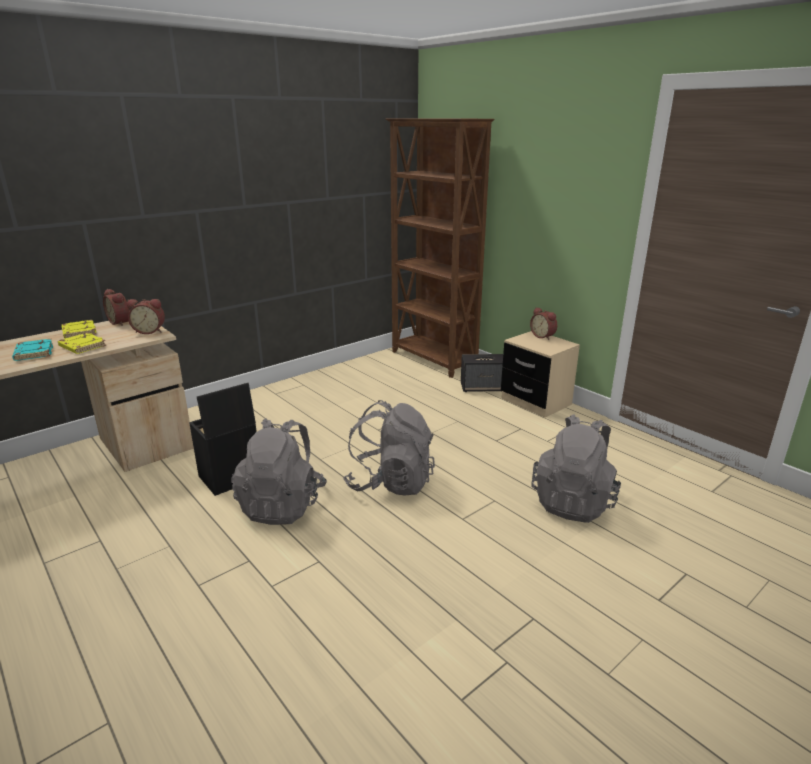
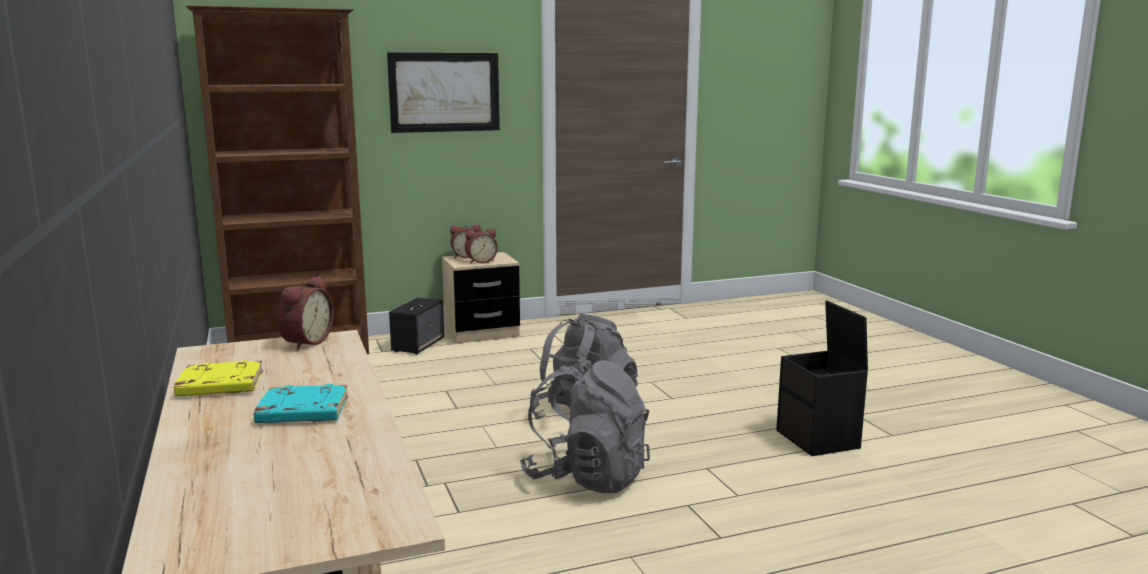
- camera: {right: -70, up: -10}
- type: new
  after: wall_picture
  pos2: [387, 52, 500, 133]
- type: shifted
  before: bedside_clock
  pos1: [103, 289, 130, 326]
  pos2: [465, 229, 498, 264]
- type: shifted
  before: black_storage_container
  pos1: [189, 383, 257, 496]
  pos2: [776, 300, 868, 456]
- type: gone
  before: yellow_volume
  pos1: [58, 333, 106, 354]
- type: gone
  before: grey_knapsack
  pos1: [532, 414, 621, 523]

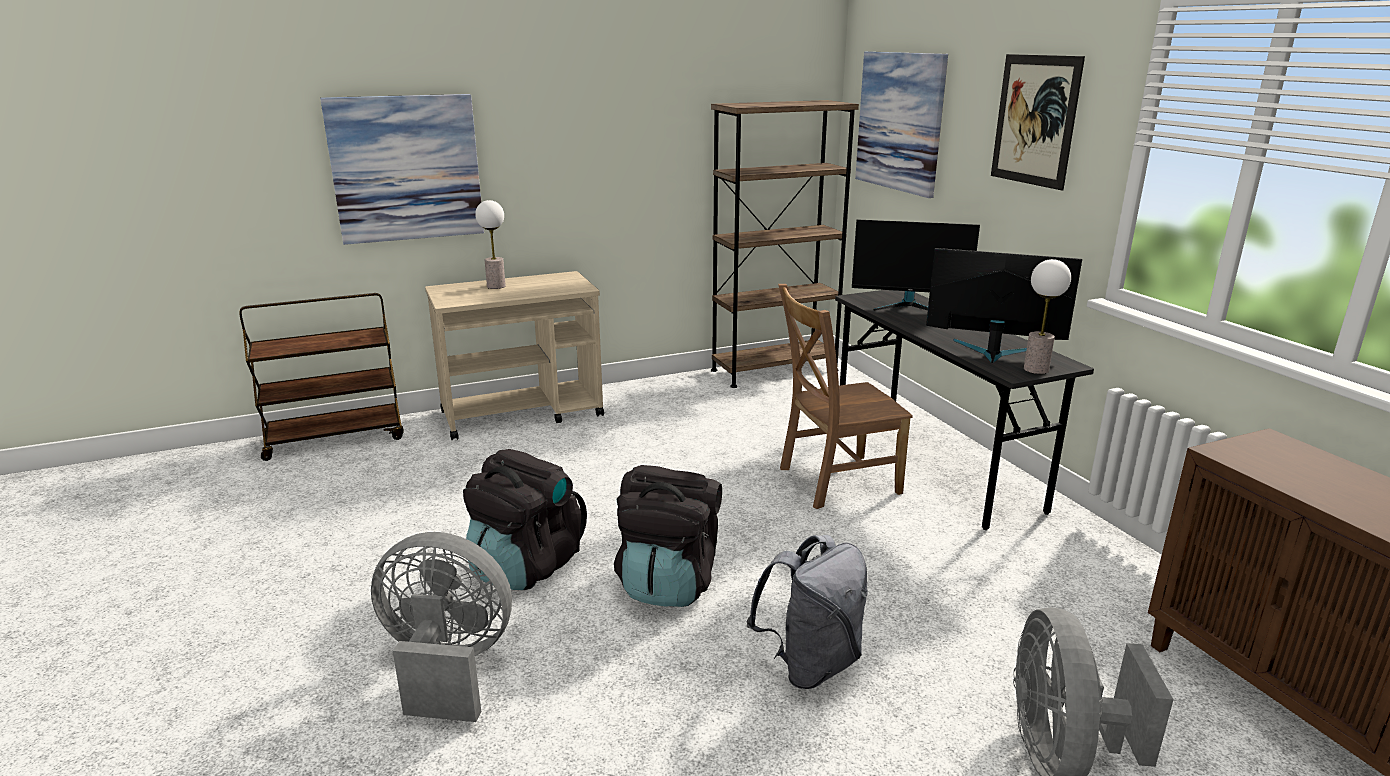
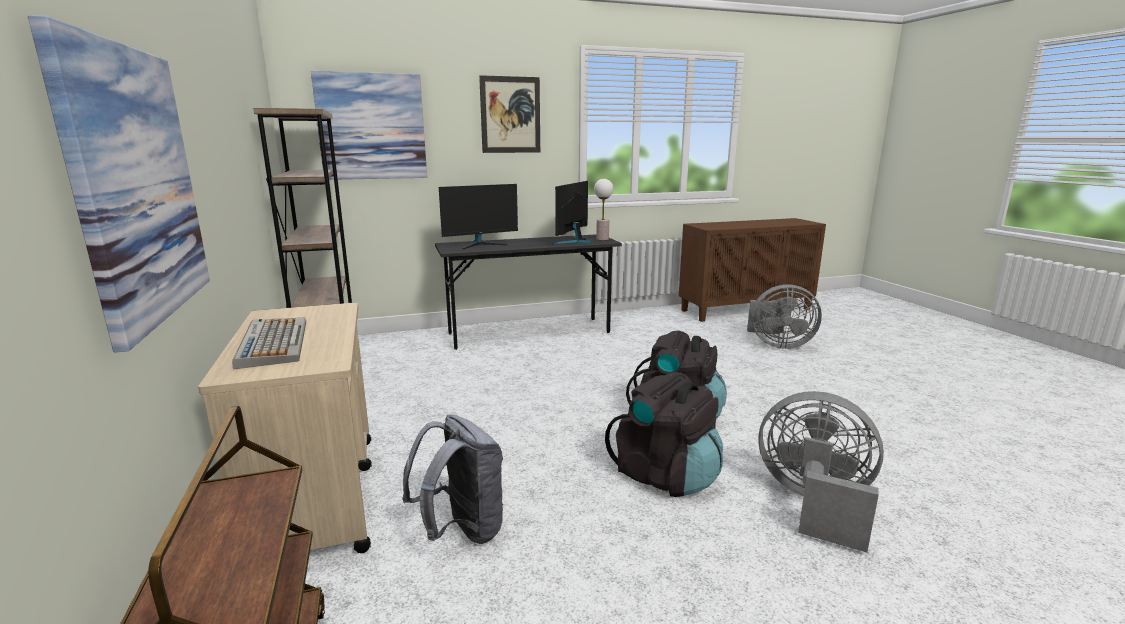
- camera: {right: -85, up: -5}
- type: swapped
  before: lamp_for_a_table
  after: PC_keyboard
  pos1: [475, 200, 506, 289]
  pos2: [232, 318, 306, 369]
- type: shifted
  before: grey_knapsack
  pos1: [746, 535, 868, 689]
  pos2: [402, 414, 503, 544]
- type: rotated
  before: computer_screen
  pos1: [852, 220, 980, 311]
  pos2: [439, 184, 518, 249]
  turn: 45
- type: rotated
  before: grey_cooling_fan
  pos1: [371, 532, 512, 722]
  pos2: [759, 391, 884, 553]
  turn: 105
- type: gone
  before: brownish_plain_chair
  pos1: [778, 284, 913, 509]

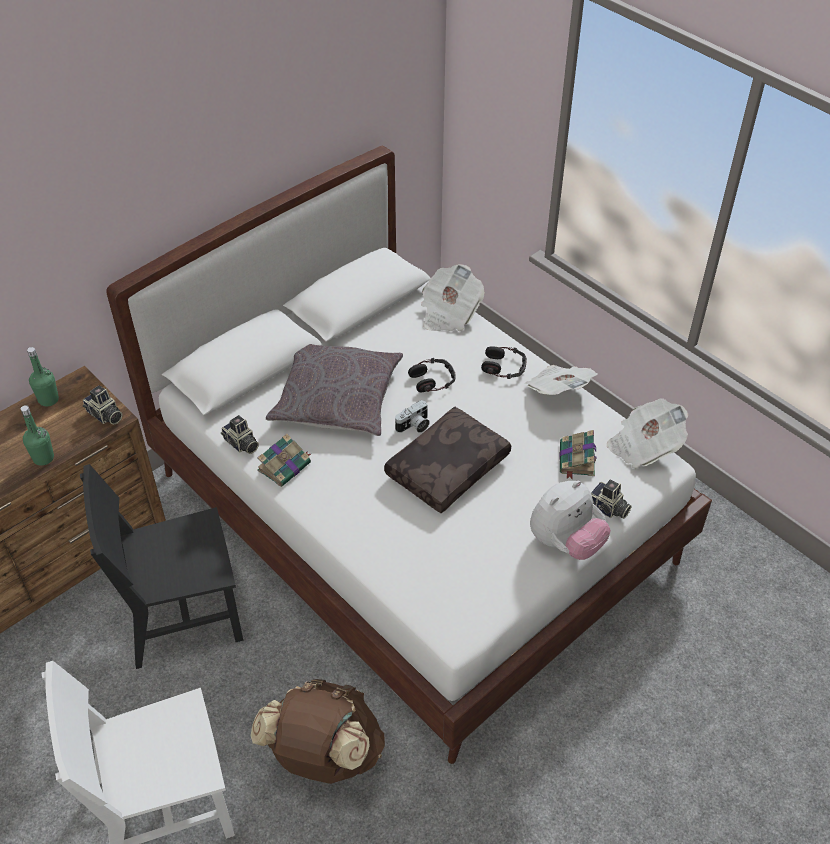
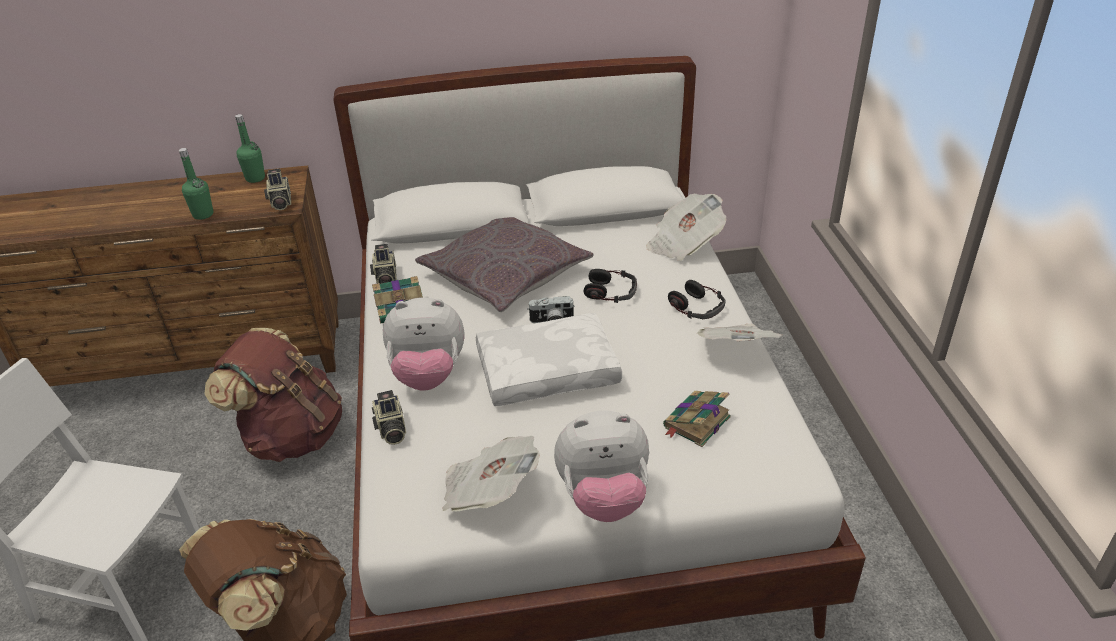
- camera: {right: 35, up: -10}
- type: swapped
  before: black_plain_chair
  after: brownish_knapsack
  pos1: [80, 464, 244, 669]
  pos2: [205, 328, 342, 462]
- type: shifted
  before: photo_camera
  pos1: [591, 480, 632, 519]
  pos2: [372, 390, 406, 445]
- type: new
  after: cuddly_toy
  pos2: [383, 298, 464, 391]
- type: shifted
  before: daily_paper
  pos1: [607, 399, 689, 469]
  pos2: [442, 436, 540, 512]
- type: repainted
  before: brownish_pillow
  after: white_pillow
  pos1: [384, 407, 511, 513]
  pos2: [476, 313, 622, 406]

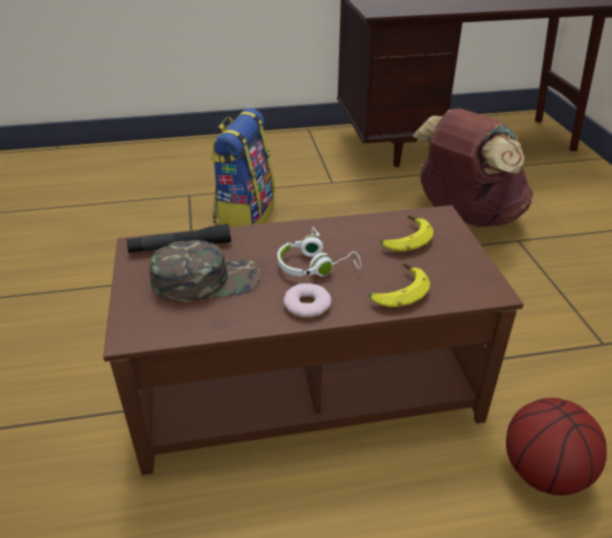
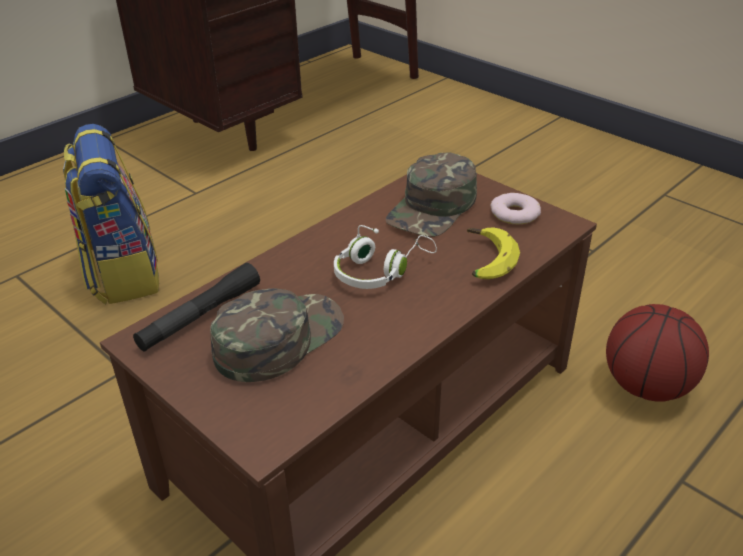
- camera: {right: -35, up: 0}
- type: swapped
  before: banana
  after: greenish_cap
  pos1: [381, 215, 434, 252]
  pos2: [386, 153, 477, 237]
- type: shifted
  before: ring_doughnut
  pos1: [283, 283, 332, 318]
  pos2: [490, 193, 541, 224]
- type: gone
  before: brownish_knapsack
  pos1: [412, 108, 533, 227]

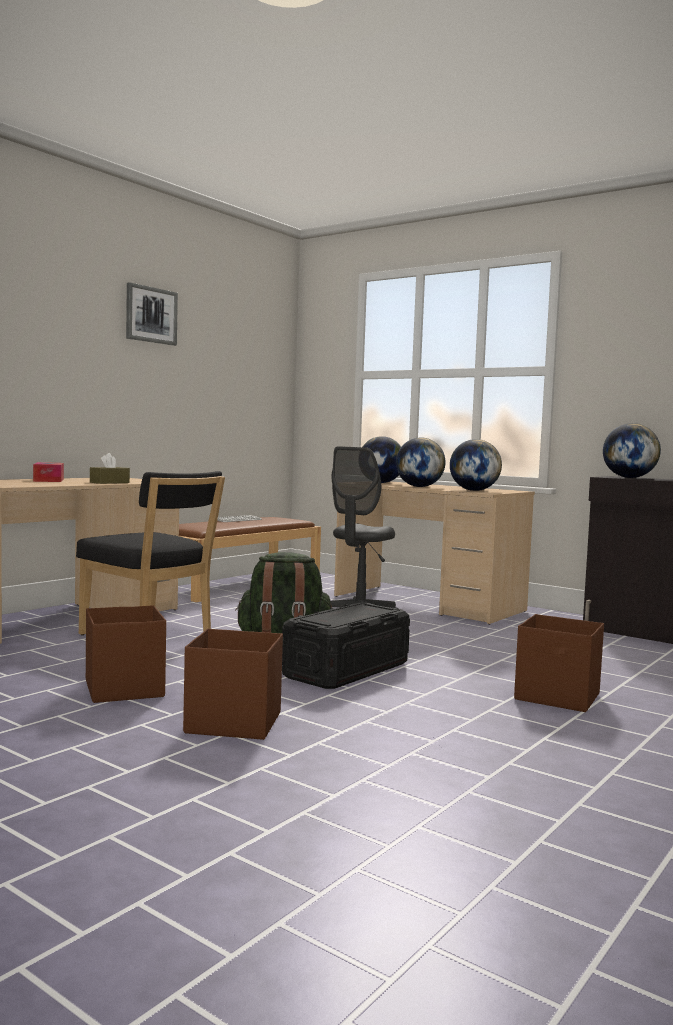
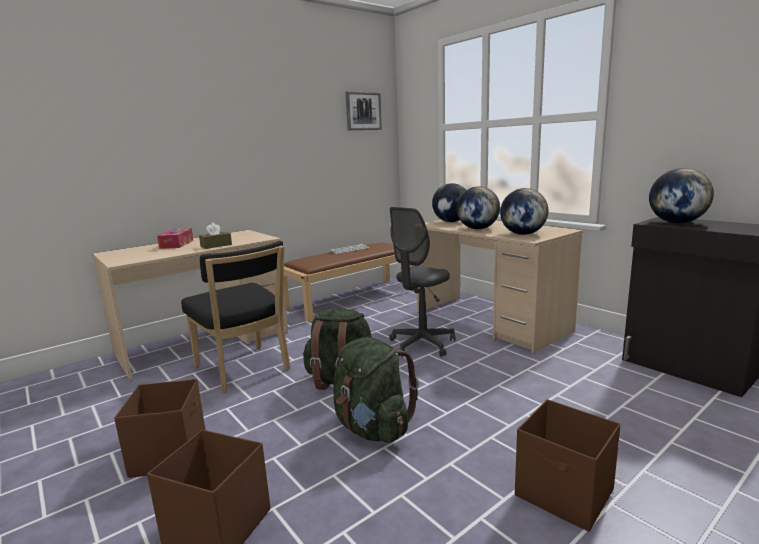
- camera: {right: 15, up: 10}
- type: swapped
  before: black_storage_container
  after: greenish_knapsack
  pos1: [282, 603, 410, 689]
  pos2: [333, 337, 419, 443]
- type: shifted
  before: wall_picture
  pos1: [126, 282, 178, 346]
  pos2: [345, 91, 382, 130]

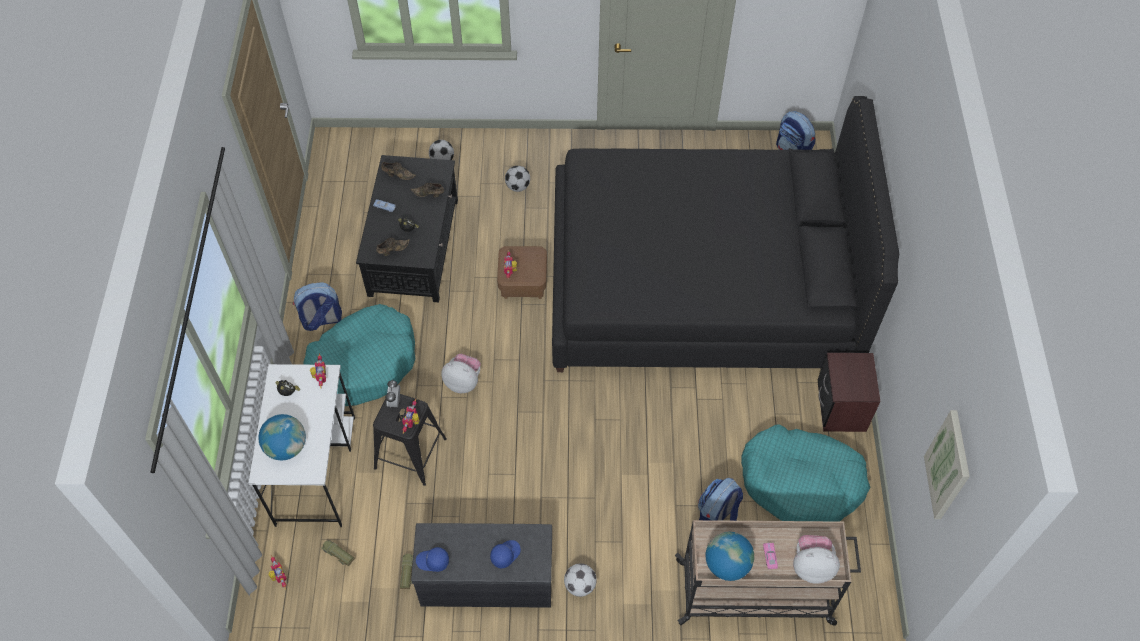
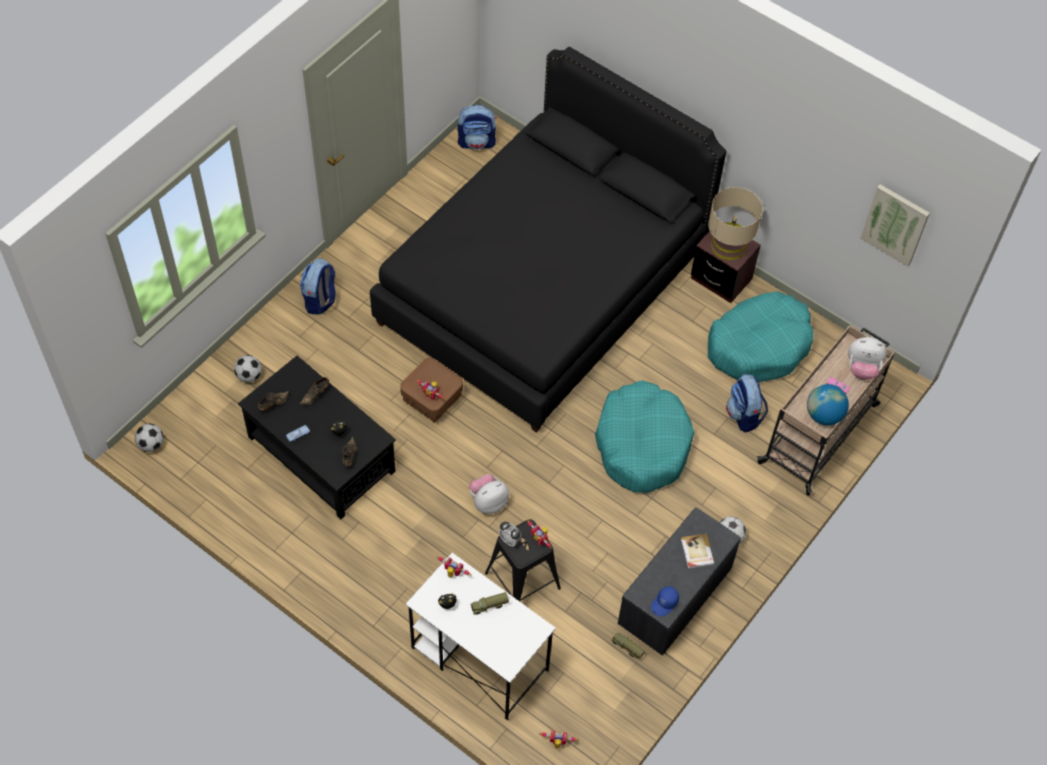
- camera: {right: -55, up: 0}
- type: shifted
  before: football_ball
  pos1: [505, 166, 530, 192]
  pos2: [135, 424, 164, 452]
- type: shifted
  before: knapsack
  pos1: [293, 282, 342, 331]
  pos2: [300, 258, 336, 315]
- type: shifted
  before: model_truck
  pos1: [321, 540, 355, 566]
  pos2: [470, 592, 509, 615]
- type: shifted
  before: turquoise-coloured_dog_cushion
  pos1: [303, 304, 415, 406]
  pos2: [595, 380, 694, 493]
- type: swapped
  before: bluish_cap
  after: volume
  pos1: [490, 540, 521, 568]
  pos2: [681, 534, 715, 569]
- type: new
  after: beige_lamp_for_a_table
  pos2: [708, 187, 763, 260]
- type: rotated
  before: cuddly_toy
  pos1: [793, 535, 840, 584]
  pos2: [848, 337, 887, 380]
  turn: -120
- type: gone
  before: desk_globe
  pos1: [258, 414, 306, 461]

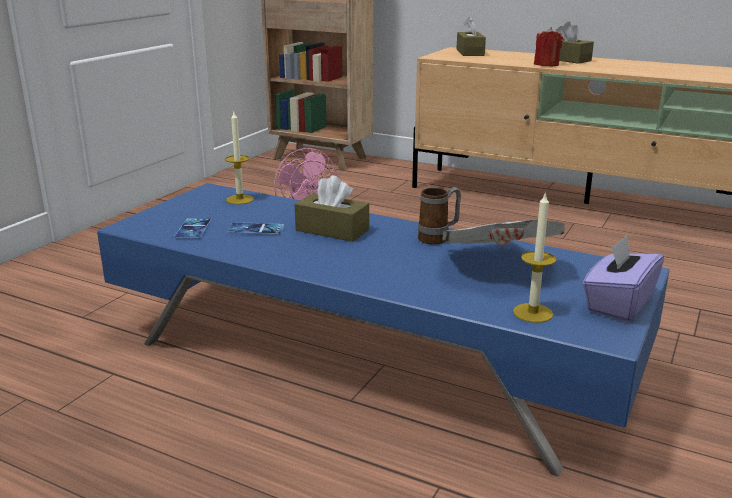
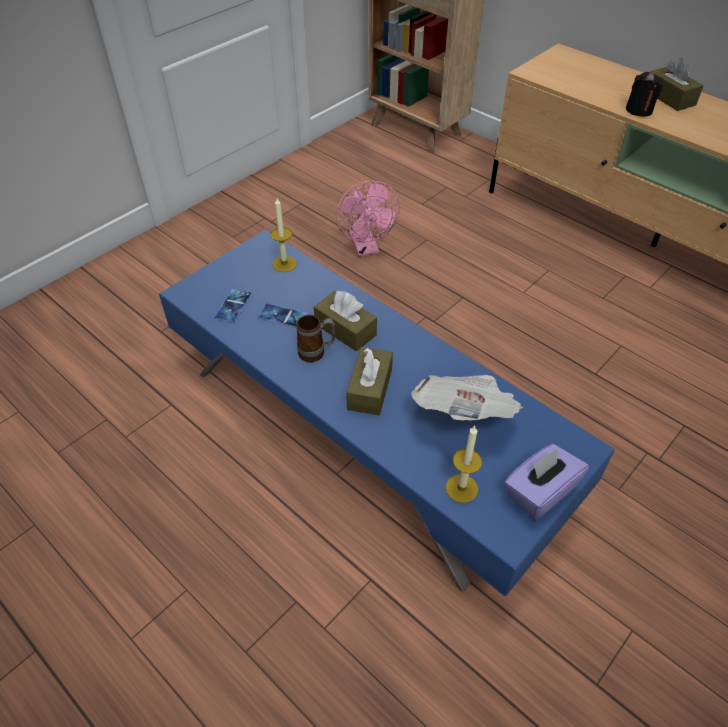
- camera: {right: 15, up: 25}
- type: shifted
  before: mug
  pos1: [418, 187, 461, 245]
  pos2: [296, 315, 335, 362]
- type: shifted
  before: brownish_box_of_tissues
  pos1: [456, 16, 486, 56]
  pos2: [346, 347, 393, 415]
- type: repainted
  before: red-coloured_wax_candle
  after: black_wax_candle
  pos1: [534, 27, 563, 66]
  pos2: [626, 72, 664, 117]

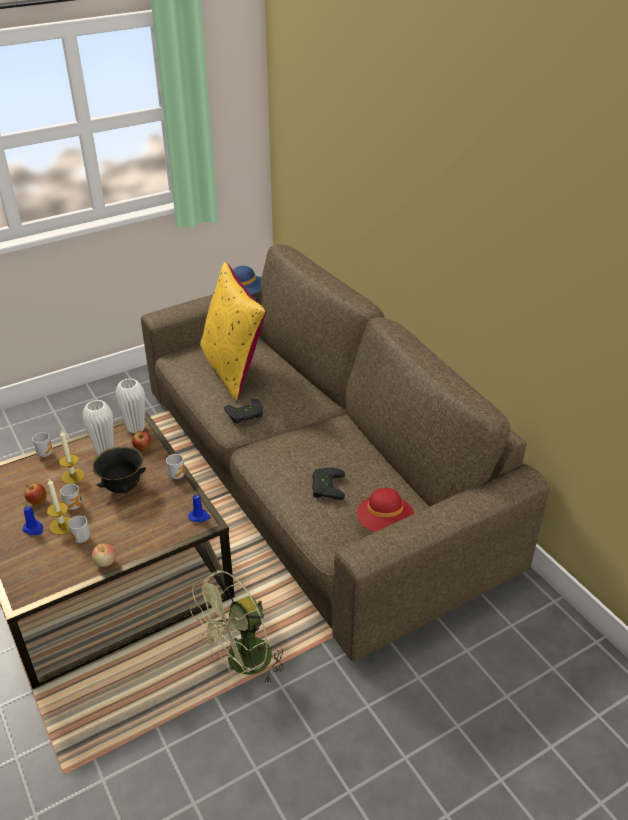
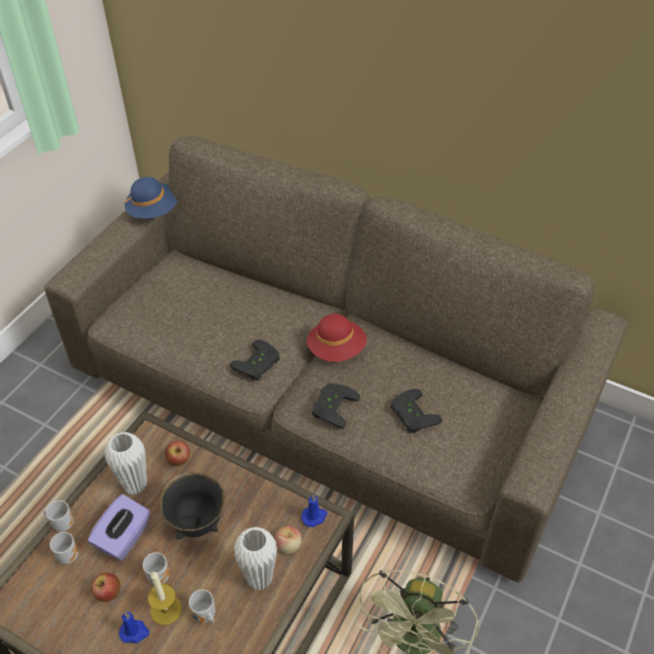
- camera: {right: -30, up: 10}
- type: shifted
  before: mug
  pos1: [166, 454, 185, 479]
  pos2: [50, 532, 78, 564]
- type: swapped
  before: wax_candle
  after: purple_box_of_tissues
  pos1: [59, 430, 84, 484]
  pos2: [87, 494, 151, 561]
- type: shifted
  before: white_decorative_vase
  pos1: [115, 378, 145, 434]
  pos2: [234, 527, 277, 591]
- type: shifted
  before: apple_fruit
  pos1: [92, 544, 116, 567]
  pos2: [275, 526, 302, 554]
- type: shifted
  before: red-coloured_wearable_hat
  pos1: [357, 488, 414, 532]
  pos2: [307, 314, 367, 362]
- type: new
  after: black_game_controller
  pos2: [312, 383, 360, 429]
- type: gone
  before: yellow_pillow
  pos1: [200, 262, 266, 401]

